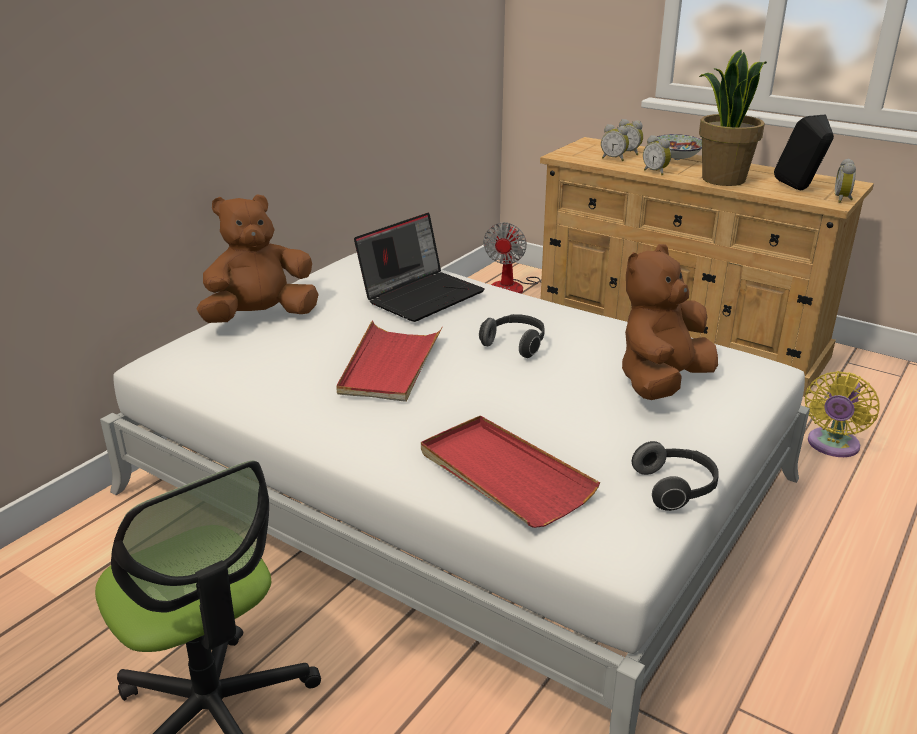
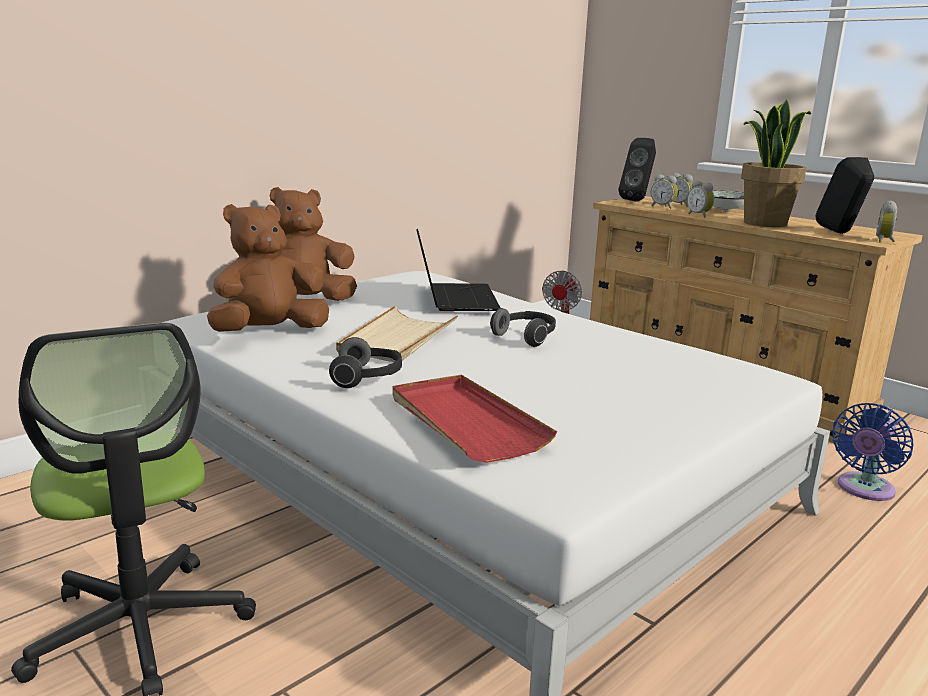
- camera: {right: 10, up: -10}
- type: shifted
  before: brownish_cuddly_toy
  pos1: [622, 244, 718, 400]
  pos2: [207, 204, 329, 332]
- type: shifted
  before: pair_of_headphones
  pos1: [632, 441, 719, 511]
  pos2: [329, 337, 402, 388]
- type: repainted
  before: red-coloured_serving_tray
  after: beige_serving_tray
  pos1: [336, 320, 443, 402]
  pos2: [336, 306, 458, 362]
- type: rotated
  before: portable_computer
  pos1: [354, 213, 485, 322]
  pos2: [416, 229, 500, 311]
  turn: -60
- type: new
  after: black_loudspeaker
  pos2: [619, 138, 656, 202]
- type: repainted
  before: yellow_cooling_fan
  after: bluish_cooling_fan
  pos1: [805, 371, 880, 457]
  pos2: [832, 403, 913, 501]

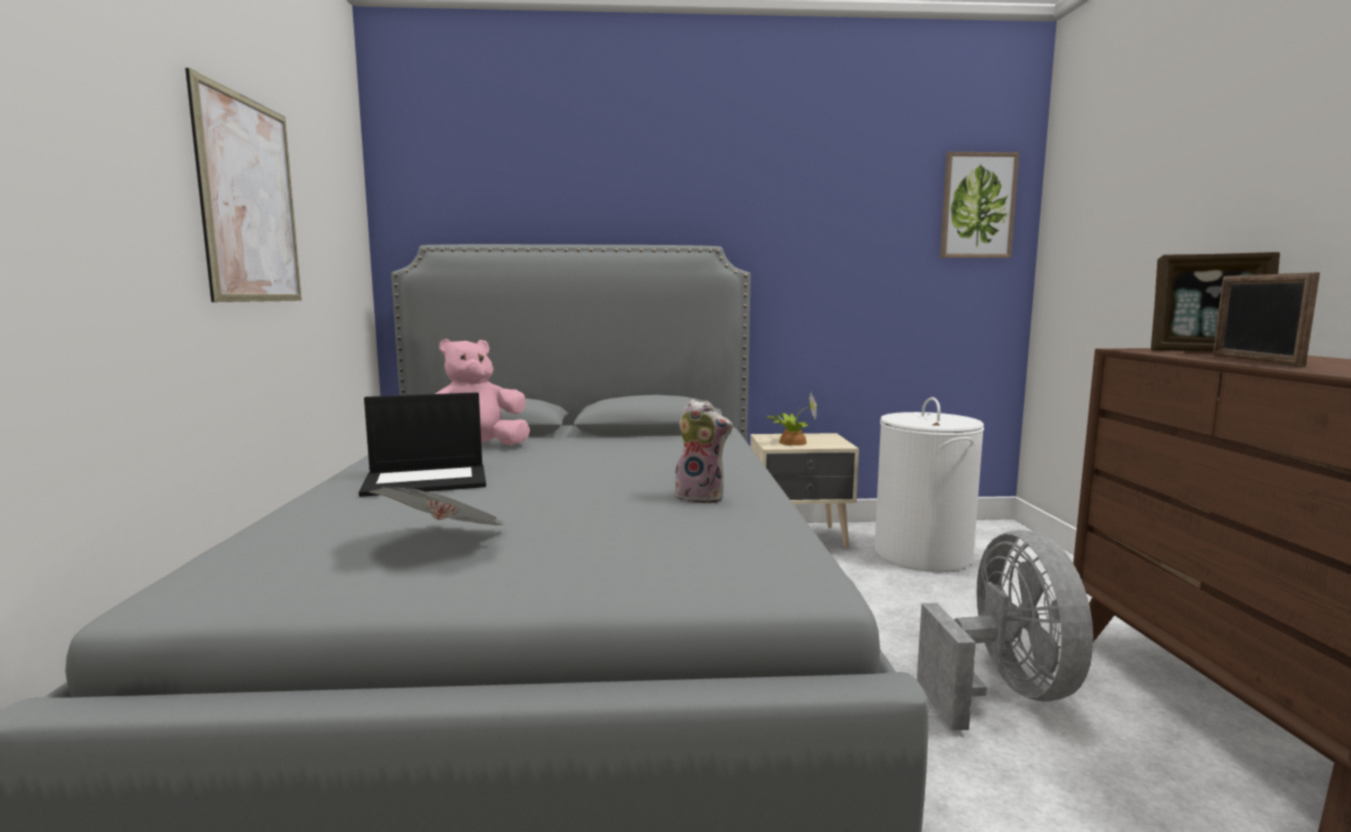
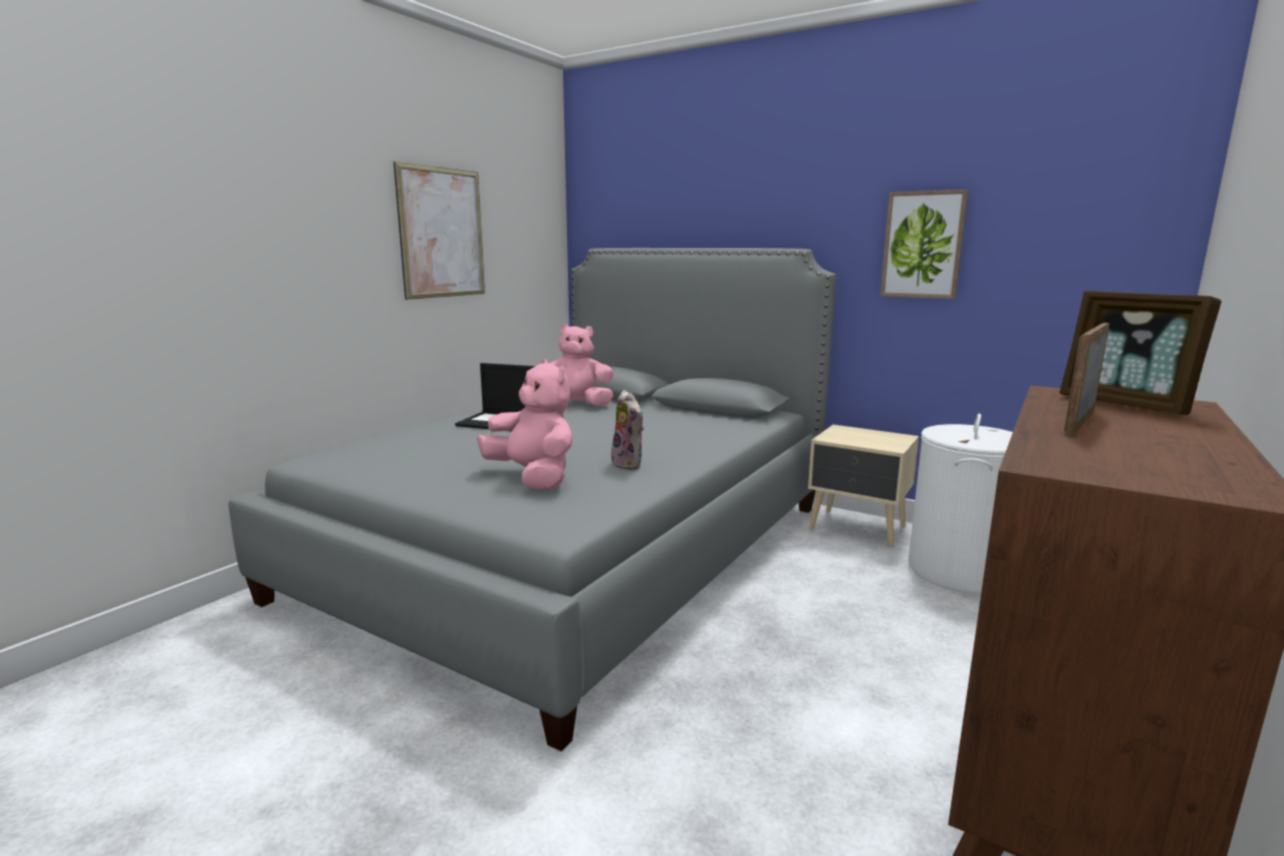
- camera: {right: 35, up: 5}
- type: new
  after: pink-coloured_cuddly_toy
  pos2: [477, 359, 572, 489]
- type: shifted
  before: wall_picture
  pos1: [940, 152, 1019, 258]
  pos2: [880, 189, 968, 299]
- type: gone
  before: daily_paper
  pos1: [369, 487, 504, 525]
- type: gone
  before: potted_plant
  pos1: [766, 392, 817, 446]
- type: gone
  before: grey_cooling_fan
  pos1: [917, 530, 1093, 730]

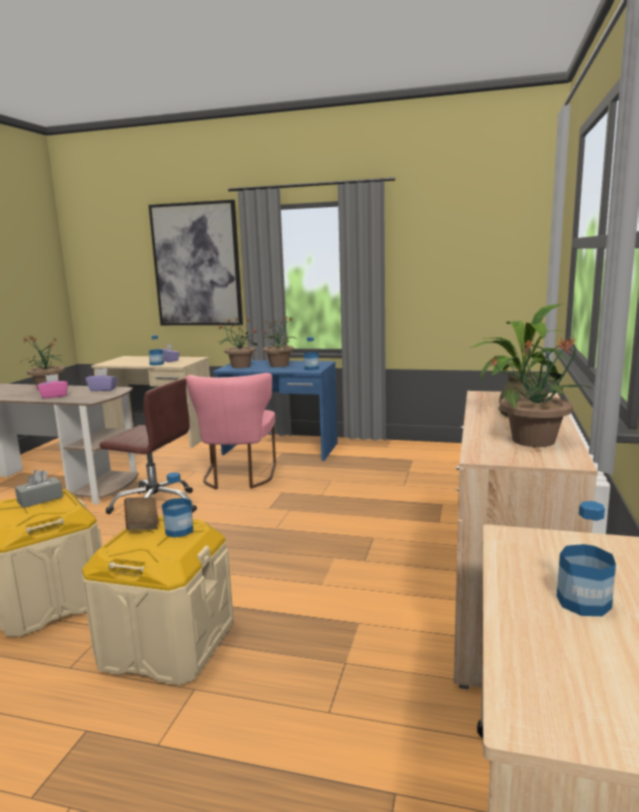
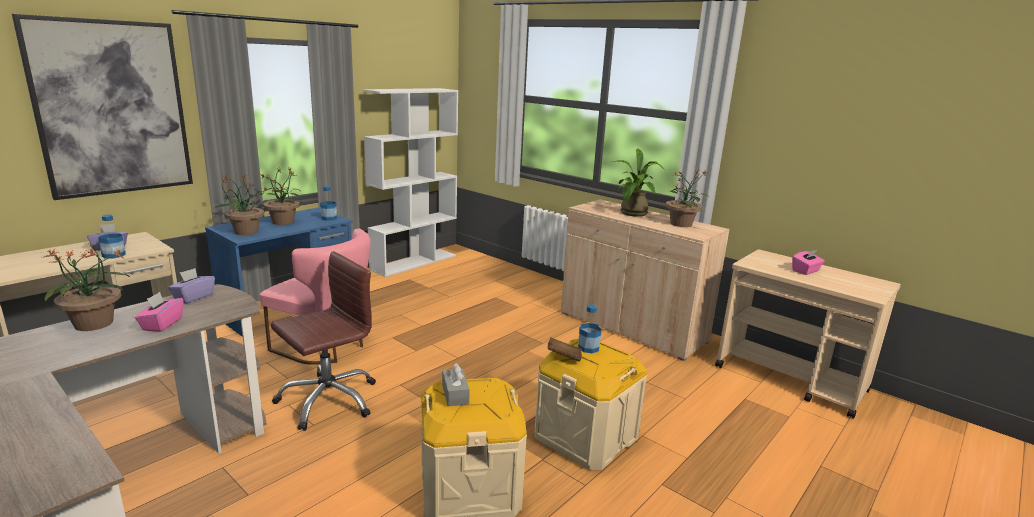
- camera: {right: -65, up: 5}
- type: new
  after: white_bookshelf
  pos2: [362, 88, 458, 277]
- type: swapped
  before: bottle
  after: pink-coloured_box_of_tissues
  pos1: [557, 501, 616, 616]
  pos2: [792, 250, 824, 275]

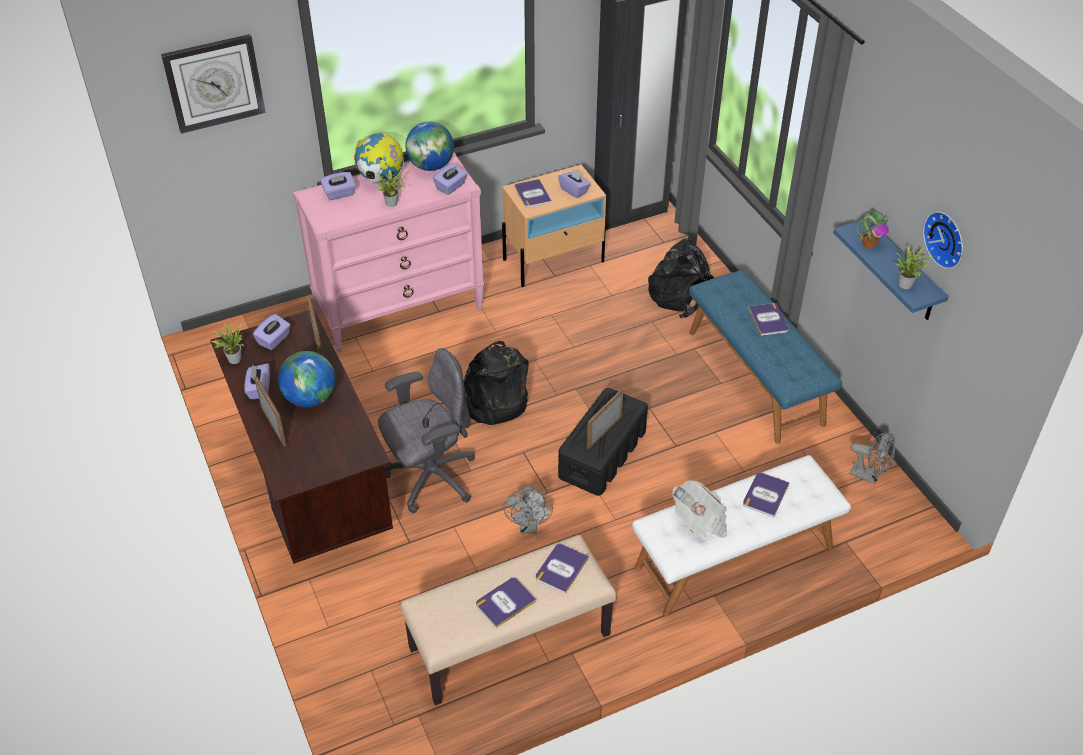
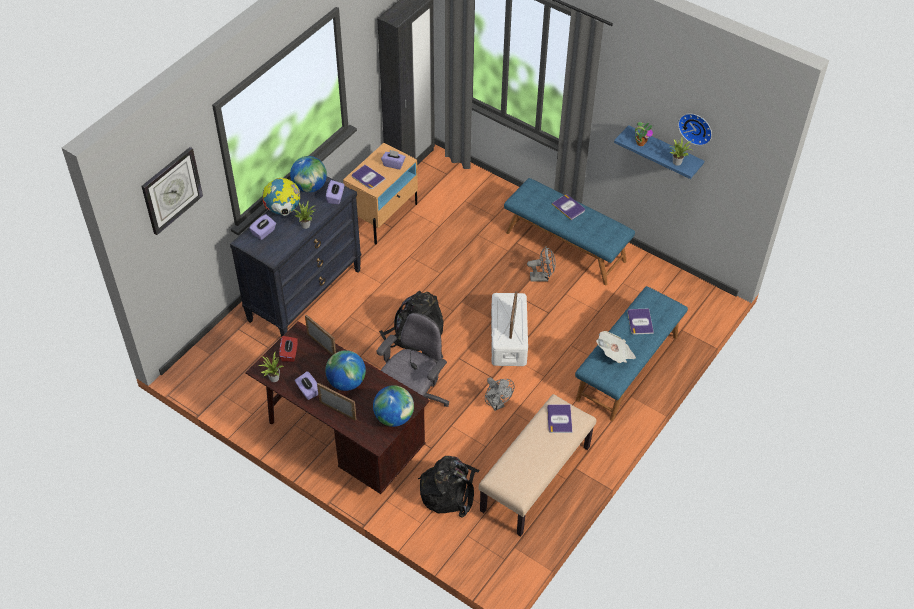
- camera: {right: -30, up: 5}
- type: repainted
  before: pink-coloured_dresser
  after: black_dresser
  pos1: [293, 152, 485, 352]
  pos2: [230, 176, 362, 337]
- type: repainted
  before: purple_box_of_tissues
  after: red-coloured_box_of_tissues
  pos1: [253, 314, 291, 350]
  pos2: [279, 336, 298, 362]
- type: new
  after: desk_globe
  pos2: [373, 385, 414, 427]
- type: shifted
  before: black_knapsack
  pos1: [648, 238, 715, 318]
  pos2: [418, 456, 480, 518]
- type: repainted
  before: black_storage_container
  after: white_storage_container
  pos1: [558, 388, 648, 496]
  pos2: [491, 293, 528, 366]
- type: shifted
  before: grey_cooling_fan
  pos1: [849, 431, 895, 484]
  pos2: [527, 246, 556, 282]
- type: repainted
  before: white_indoor_bench
  after: bluish_indoor_bench
  pos1: [632, 455, 851, 616]
  pos2: [575, 286, 688, 421]
- type: gone
  before: volume
  pos1: [476, 578, 537, 628]

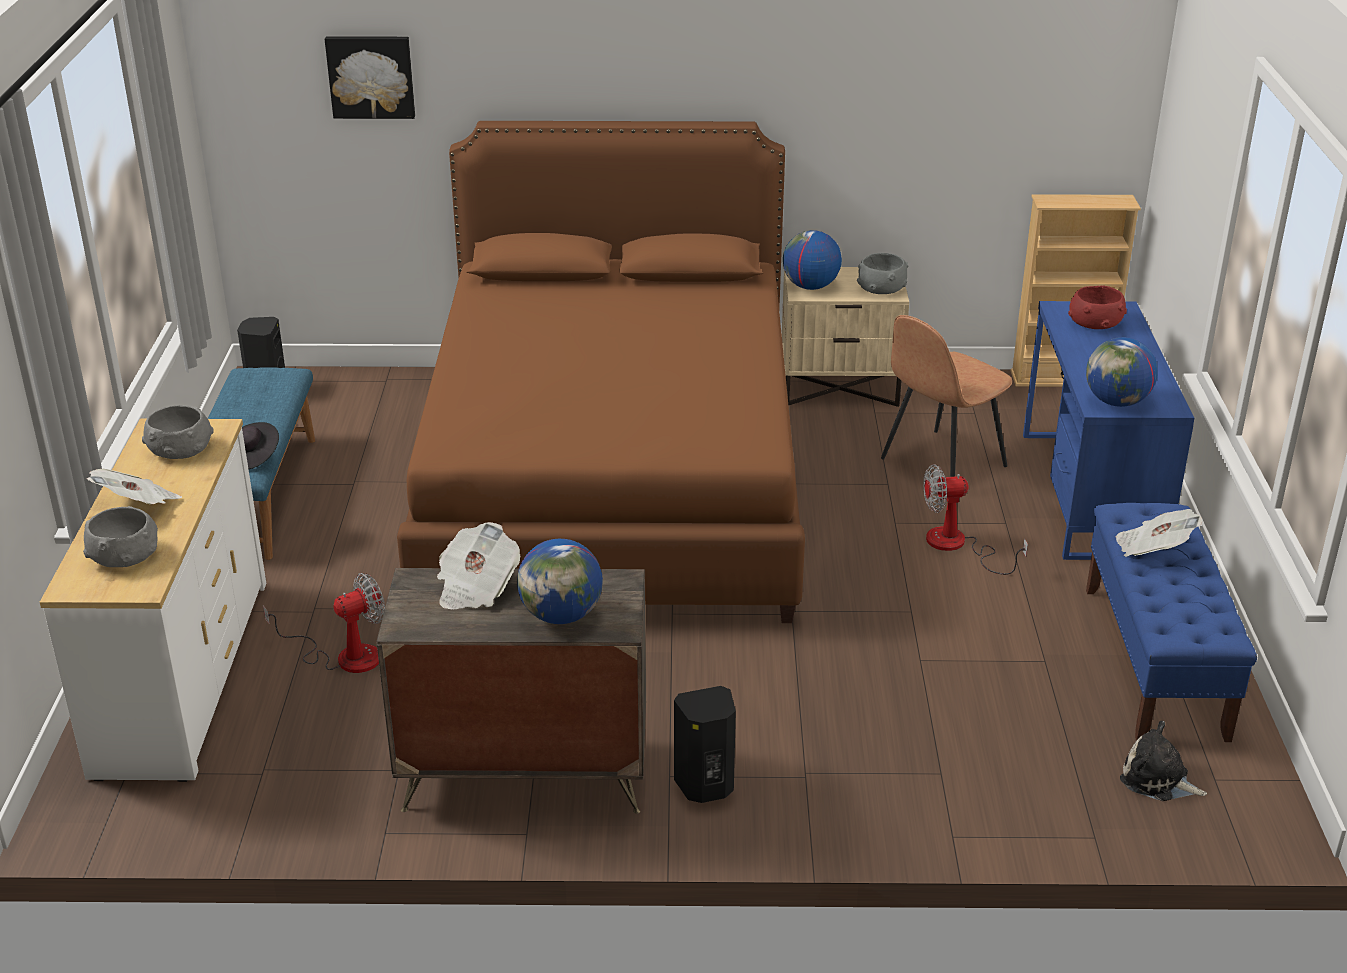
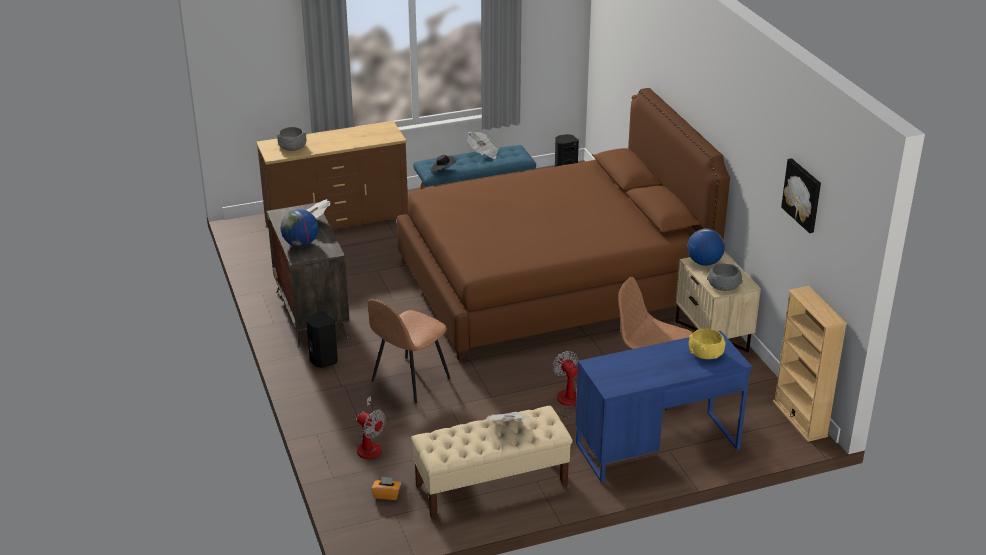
- camera: {right: 70, up: 0}
- type: repainted
  before: white_dresser
  after: brownish_dresser
  pos1: [40, 419, 266, 782]
  pos2: [256, 121, 408, 230]
- type: shifted
  before: cooling_fan
  pos1: [263, 573, 385, 673]
  pos2: [355, 396, 386, 459]
- type: new
  after: brownish_plain_chair
  pos2: [368, 299, 451, 404]
- type: swapped
  before: cuddly_toy
  after: orange_box_of_tissues
  pos1: [1120, 720, 1207, 801]
  pos2: [372, 476, 401, 500]
- type: repainted
  before: bluish_indoor_bench
  after: beige_indoor_bench
  pos1: [1086, 503, 1257, 742]
  pos2: [411, 406, 572, 519]
- type: shifted
  before: daily_paper
  pos1: [87, 469, 182, 504]
  pos2: [467, 132, 499, 159]
- type: repainted
  before: red-coloured_bowl
  after: yellow_bowl
  pos1: [1068, 286, 1127, 329]
  pos2: [689, 329, 726, 359]
- type: shifted
  before: wall_picture
  pos1: [325, 36, 415, 119]
  pos2: [781, 158, 821, 233]
- type: gone
  before: grey_bowl
  pos1: [142, 405, 214, 459]
- type: gone
  before: desk_globe
  pos1: [1086, 337, 1158, 407]

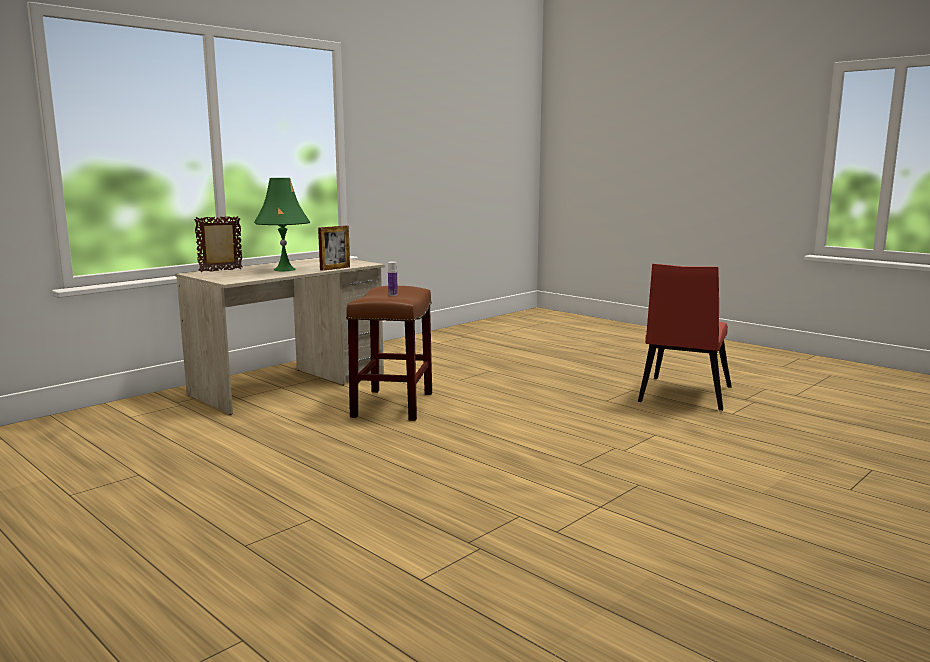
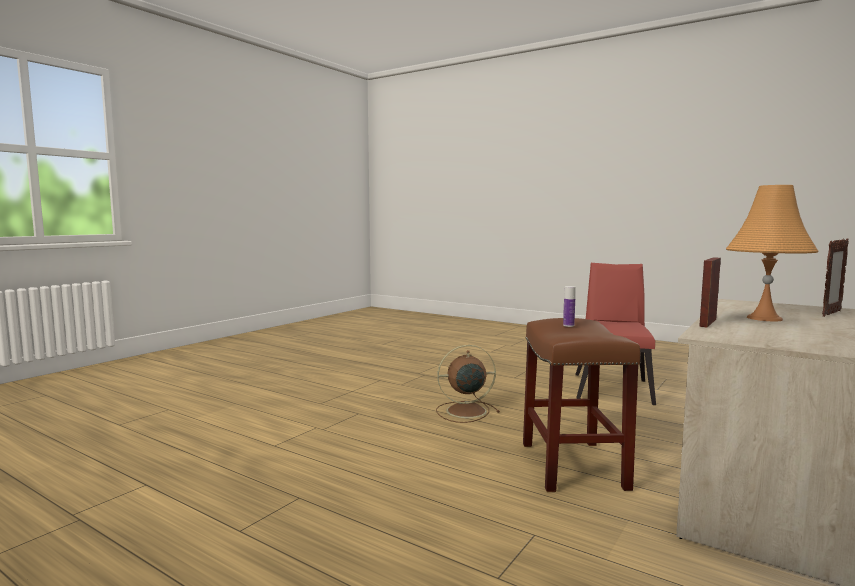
- camera: {right: 170, up: -5}
- type: new
  after: brownish_cooling_fan
  pos2: [436, 345, 500, 423]
- type: shifted
  before: red-coloured_plain_chair
  pos1: [638, 263, 732, 411]
  pos2: [575, 263, 656, 405]
- type: repainted
  before: greenish_lamp_for_a_table
  after: orange_lamp_for_a_table
  pos1: [254, 178, 310, 271]
  pos2: [726, 185, 819, 322]

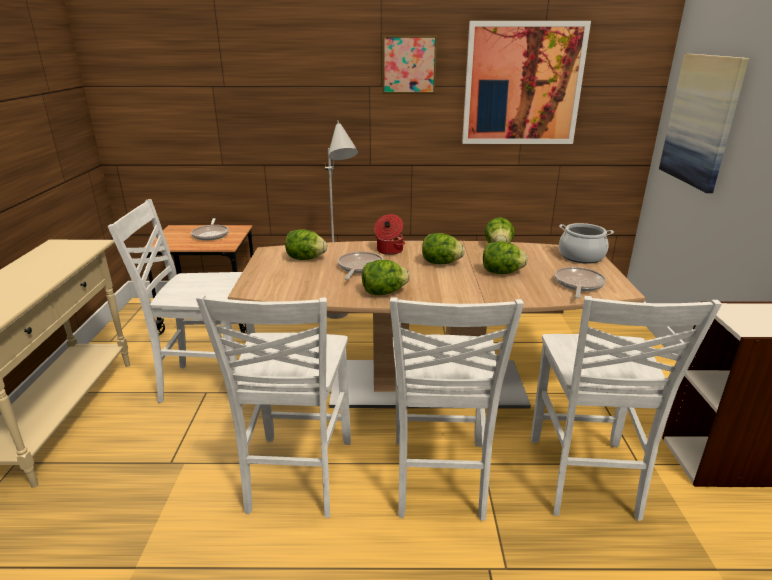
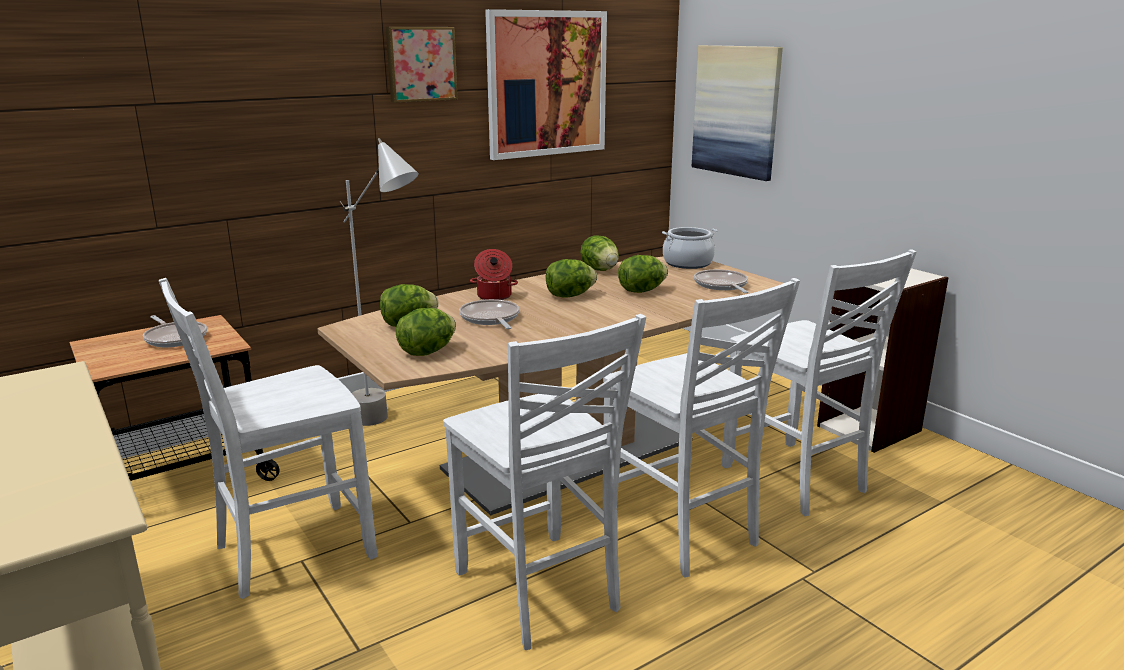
- camera: {right: -35, up: -5}
- type: shifted
  before: head_of_lettuce
  pos1: [362, 260, 410, 295]
  pos2: [396, 308, 456, 356]

